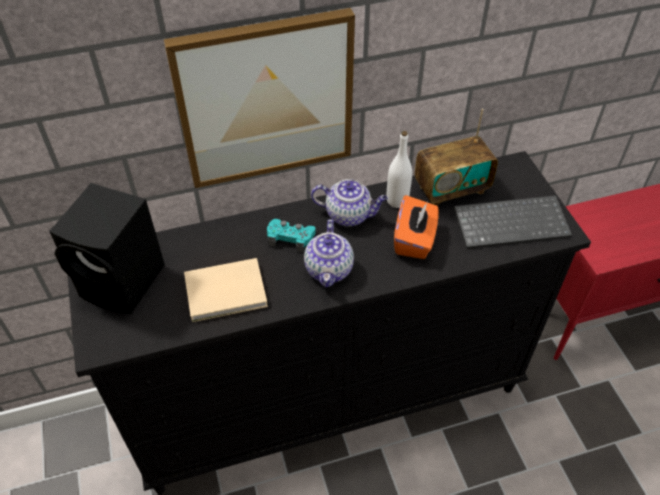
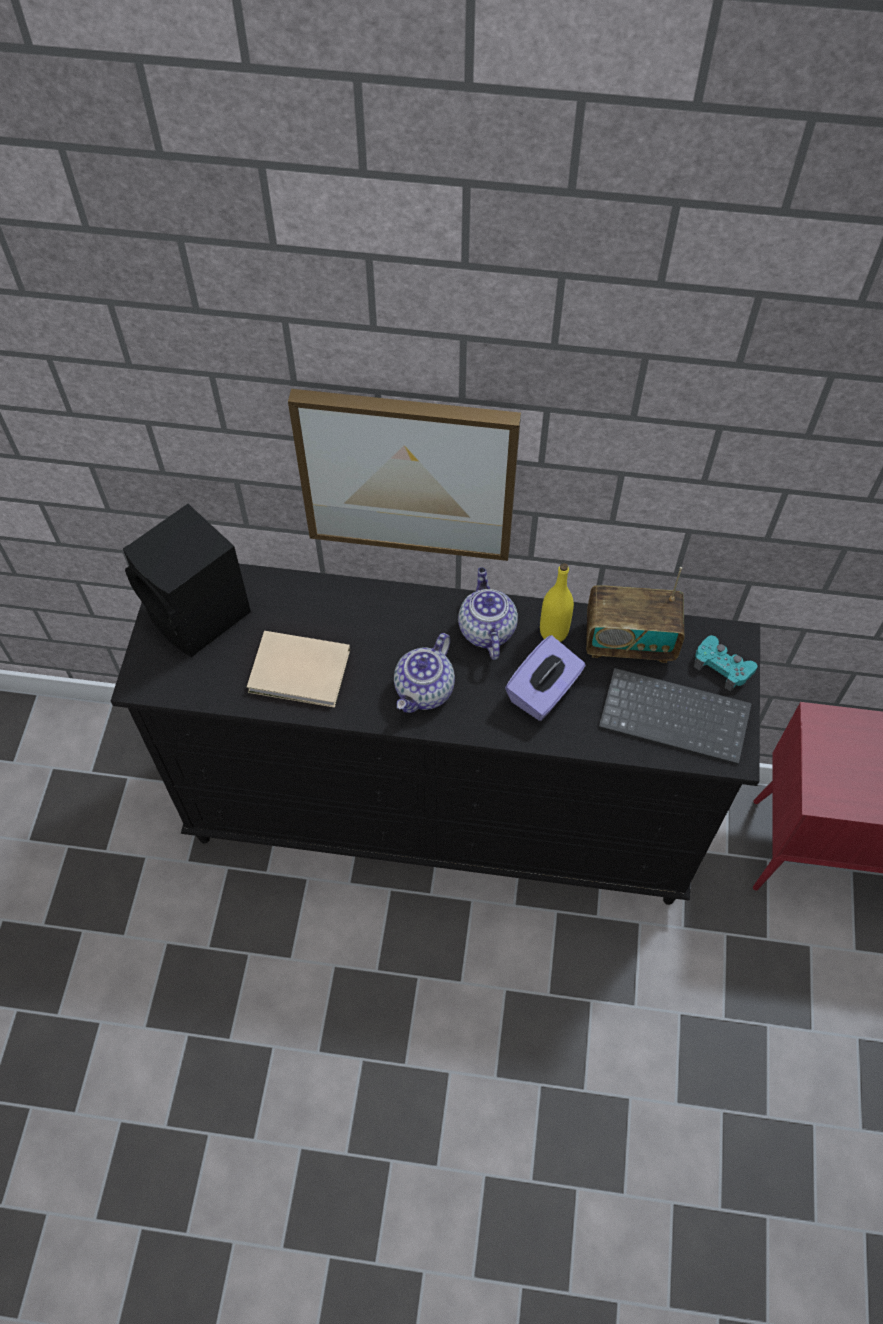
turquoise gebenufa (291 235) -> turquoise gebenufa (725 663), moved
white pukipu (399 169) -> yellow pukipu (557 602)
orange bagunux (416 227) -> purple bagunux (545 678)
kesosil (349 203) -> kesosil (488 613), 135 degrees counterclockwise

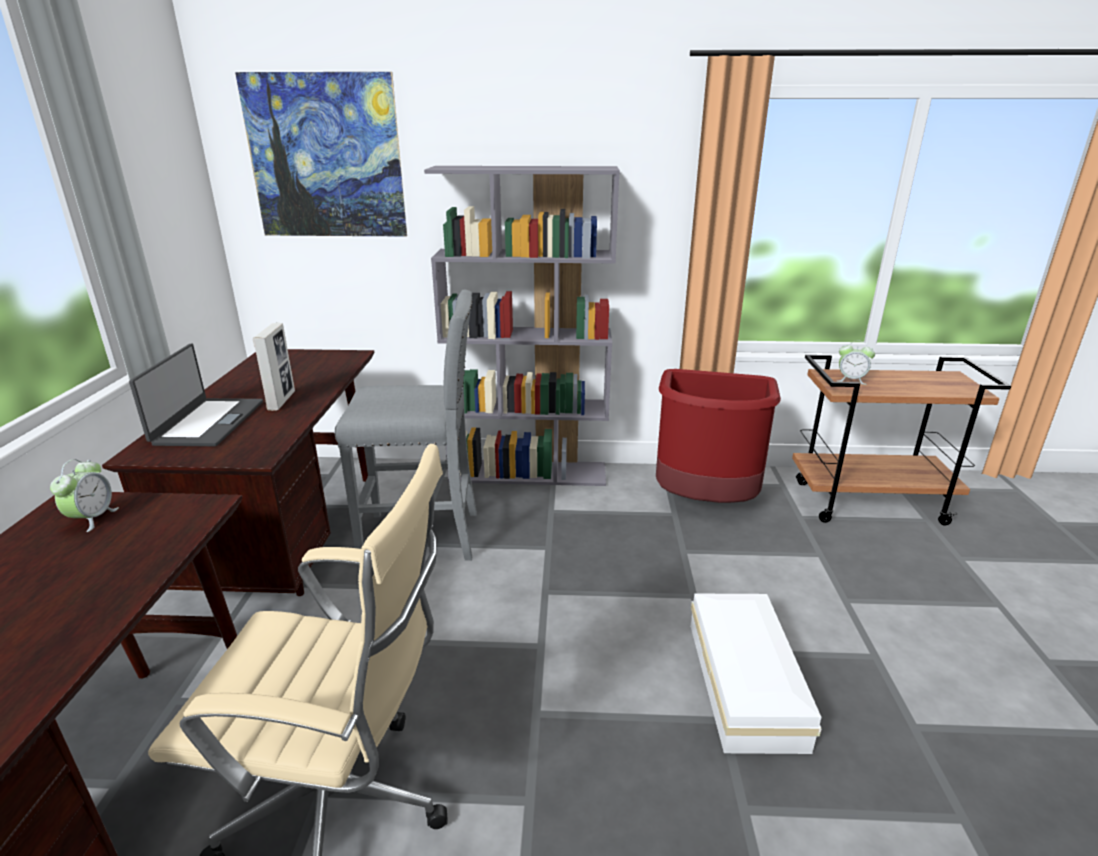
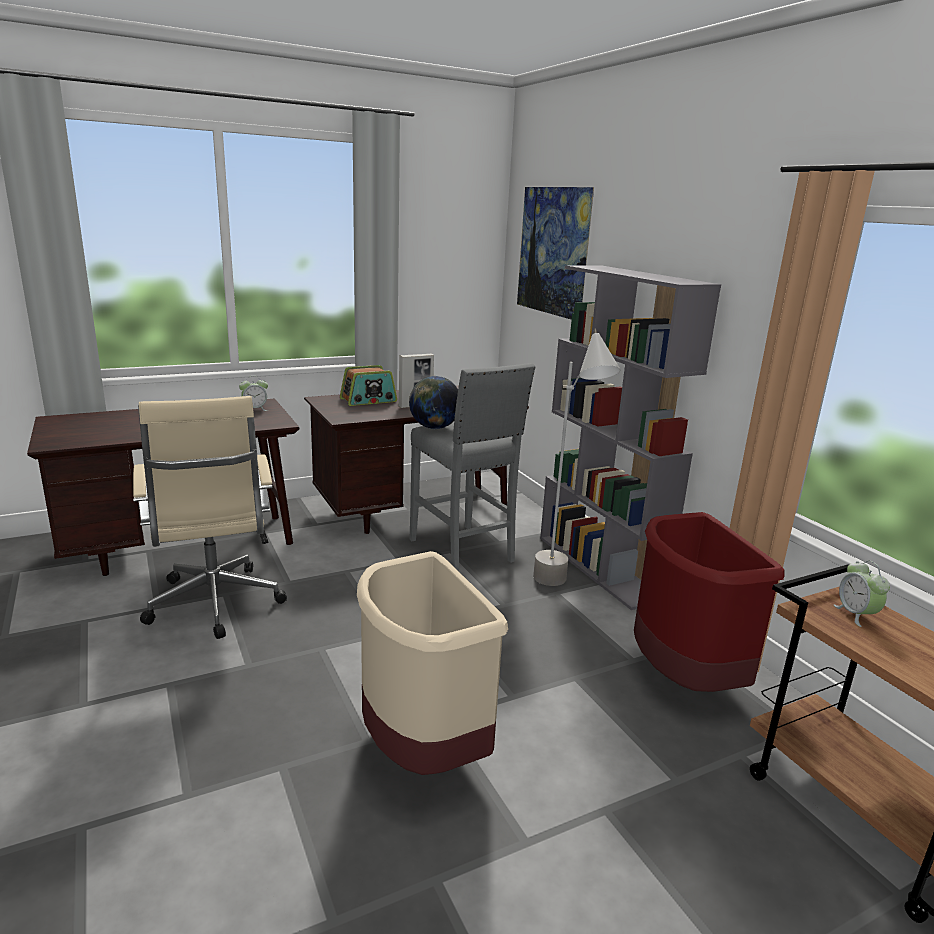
none -> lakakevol (433 402)
none -> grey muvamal (576 457)
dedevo (196 395) -> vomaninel (368 385)
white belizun (756 674) -> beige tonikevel (432 663)

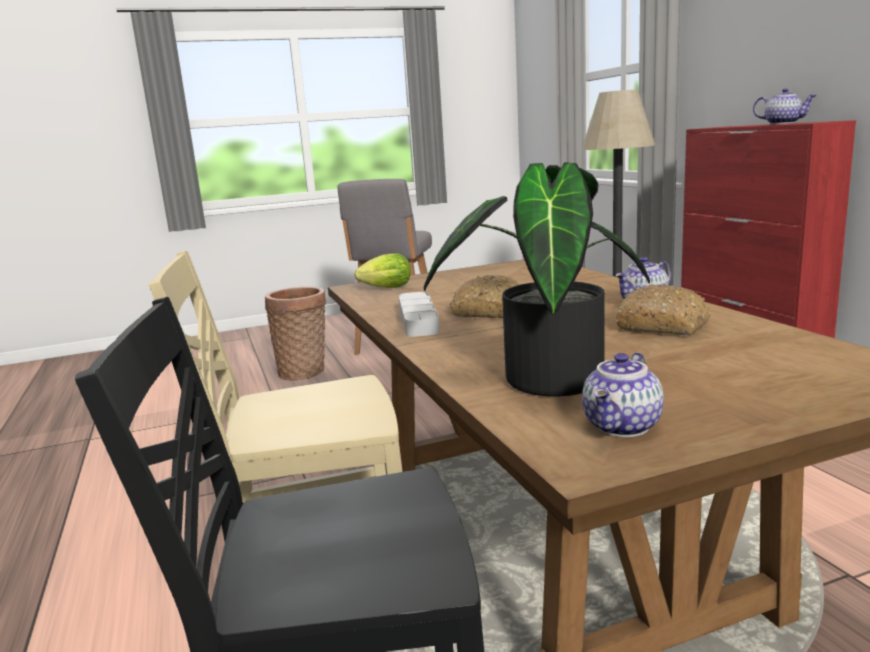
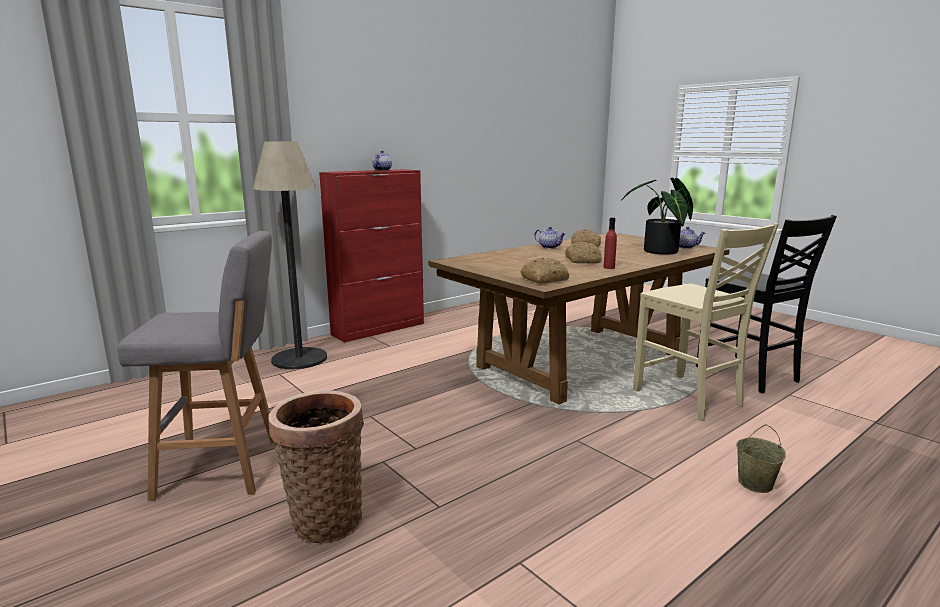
none -> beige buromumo (761 458)
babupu (383 270) -> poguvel (545 271)
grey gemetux (419 314) -> red pukipu (610 243)

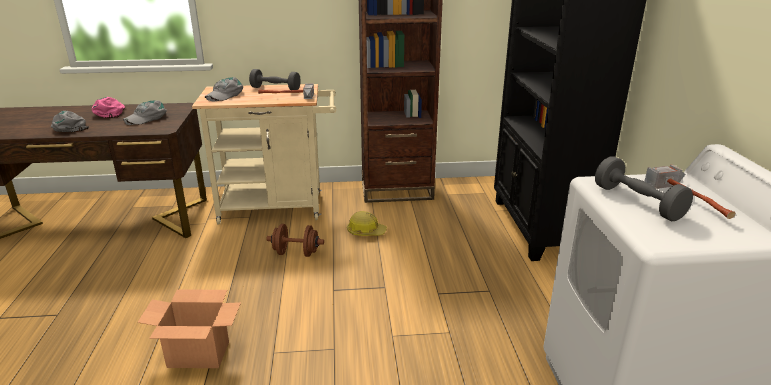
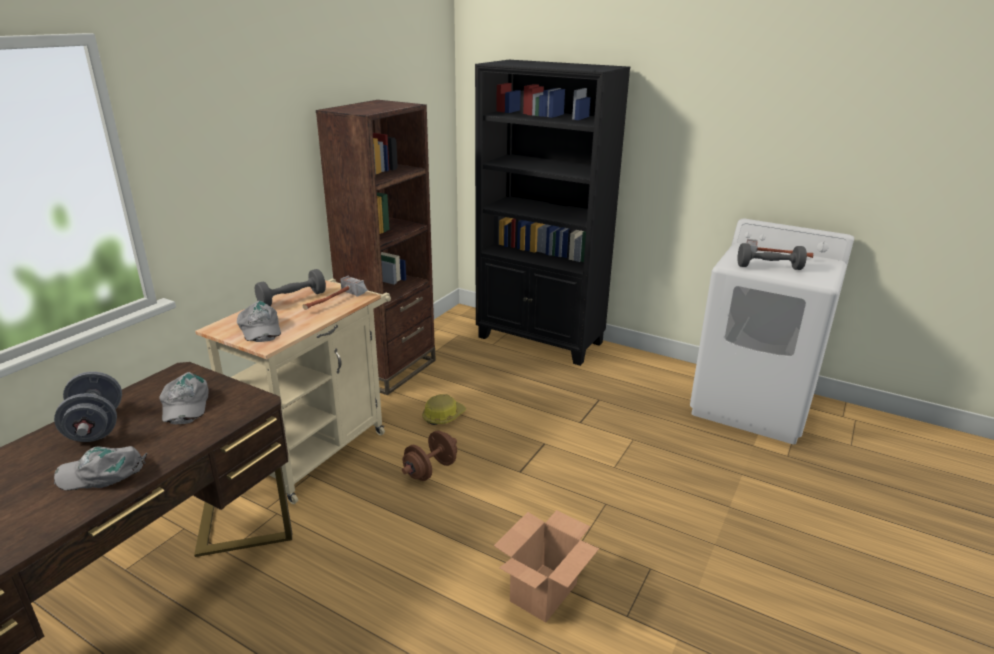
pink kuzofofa (108 107) -> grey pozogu (88 406)

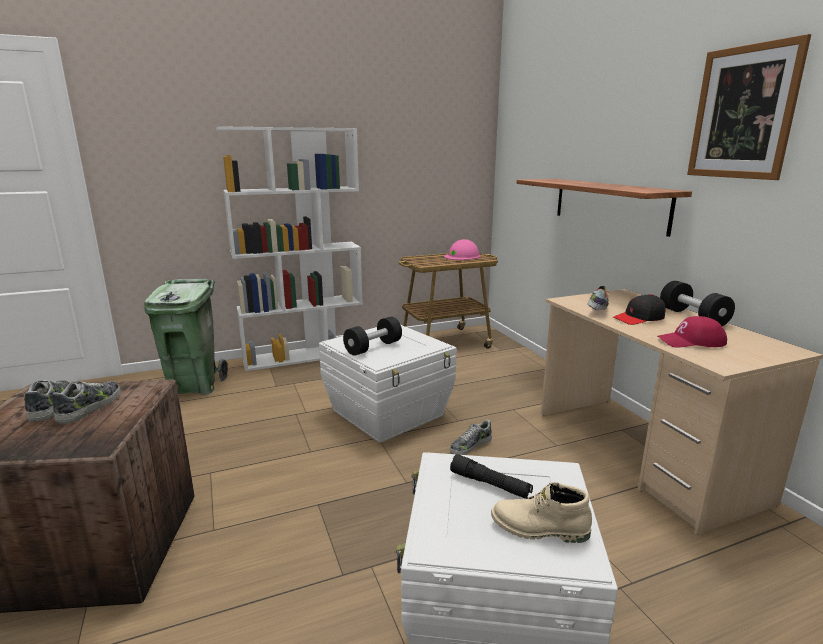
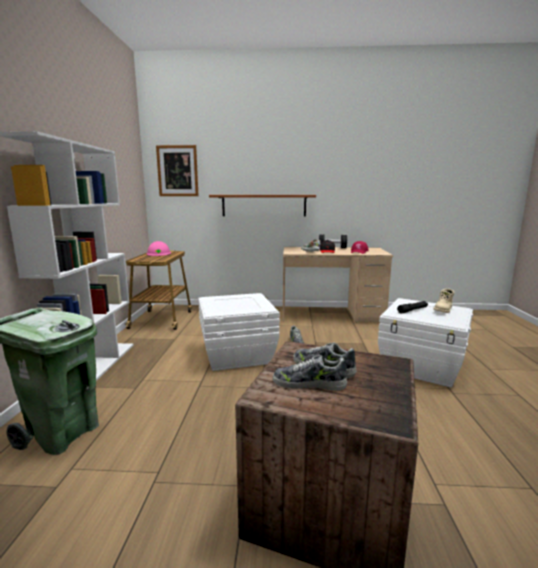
black pozogu (372 336) -> none
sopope (749 107) -> sopope (177 170), moved

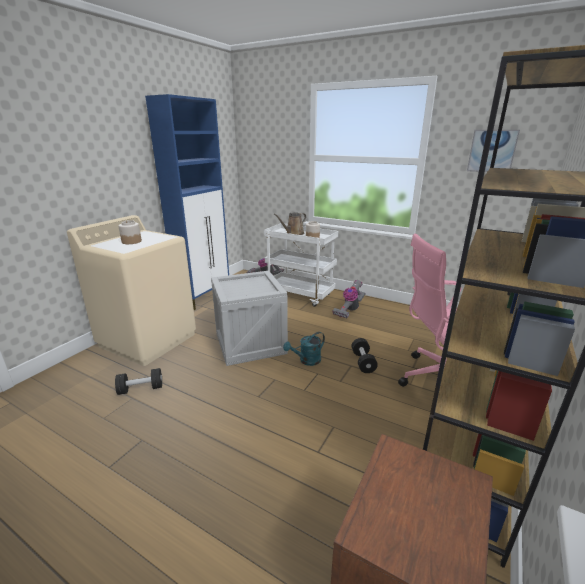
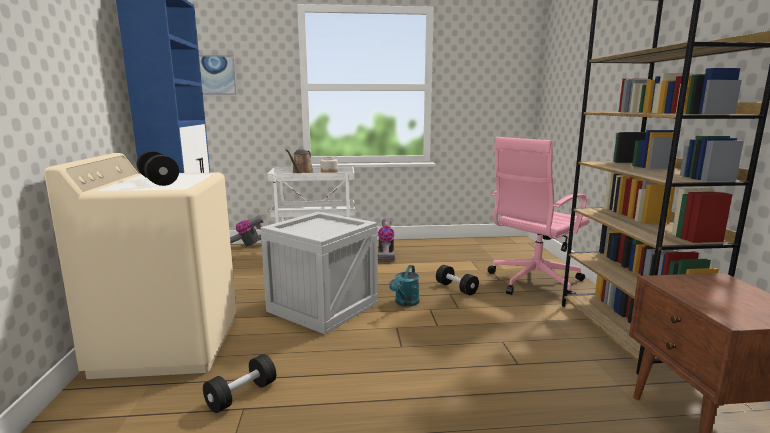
sopope (493 151) -> sopope (218 75), moved
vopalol (130 232) -> black pozogu (157 168)

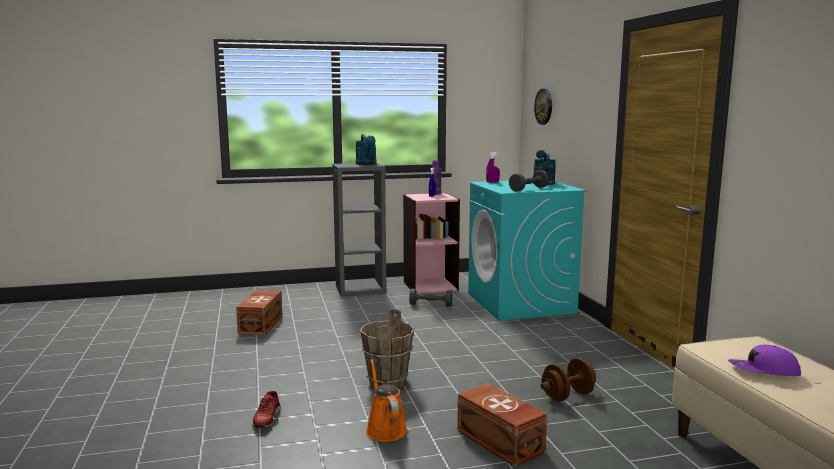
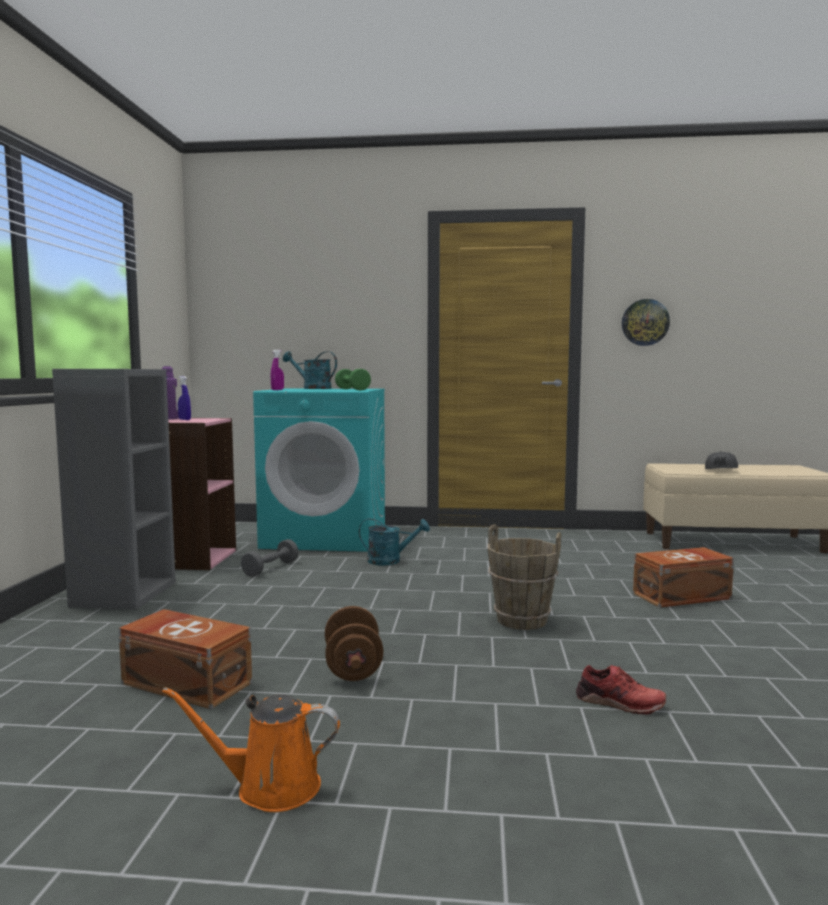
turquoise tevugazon (366 149) -> turquoise tevugazon (394 542), moved
orange tevugazon (386 400) -> orange tevugazon (251 749), moved
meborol (543 107) -> meborol (646 322), moved
brown pozogu (568 379) -> brown pozogu (354 643), moved
grey pozogu (529 180) -> green pozogu (353 379)
purple kuzofofa (764 360) -> grey kuzofofa (721 460)

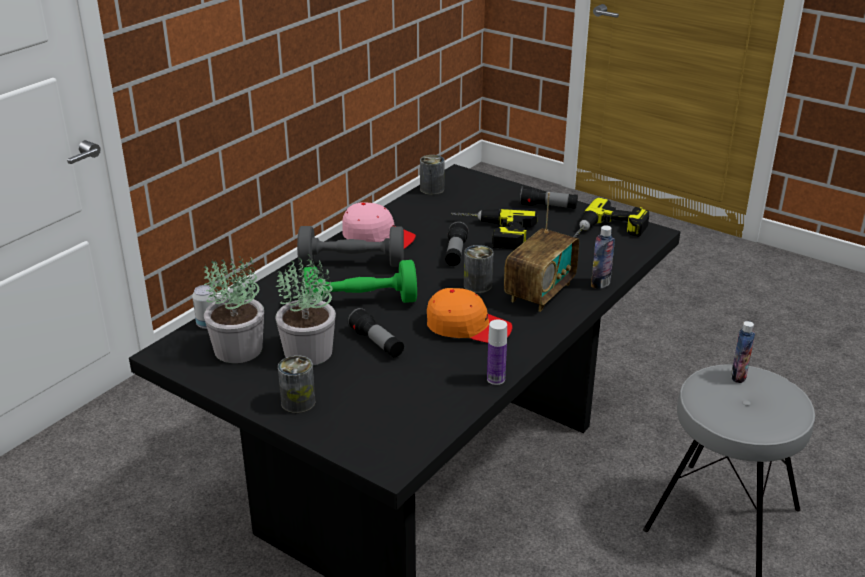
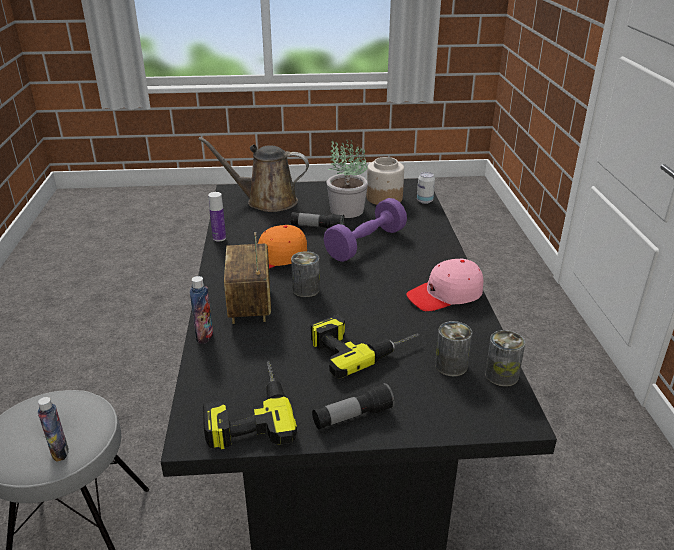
grey pozogu (350 246) -> none
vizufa (457 243) -> none
none -> brown tevugazon (253 174)
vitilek (296 384) -> vitilek (453 348), moved
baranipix (234 309) -> vopalol (385 181)
green pozogu (360 281) -> purple pozogu (365 230)

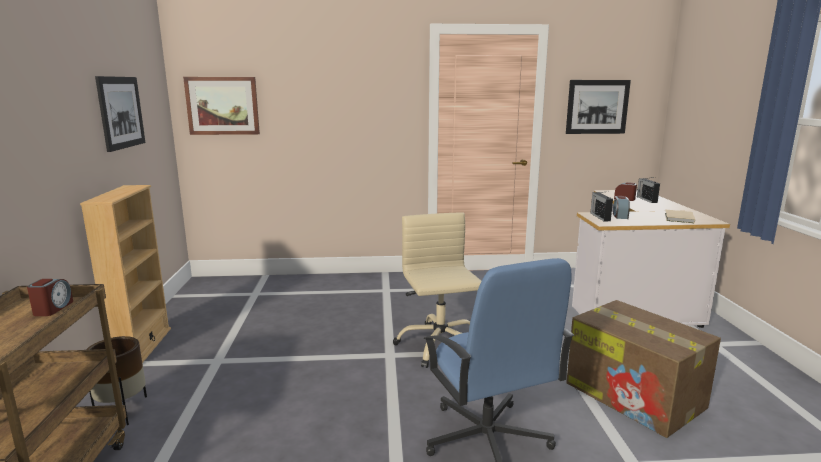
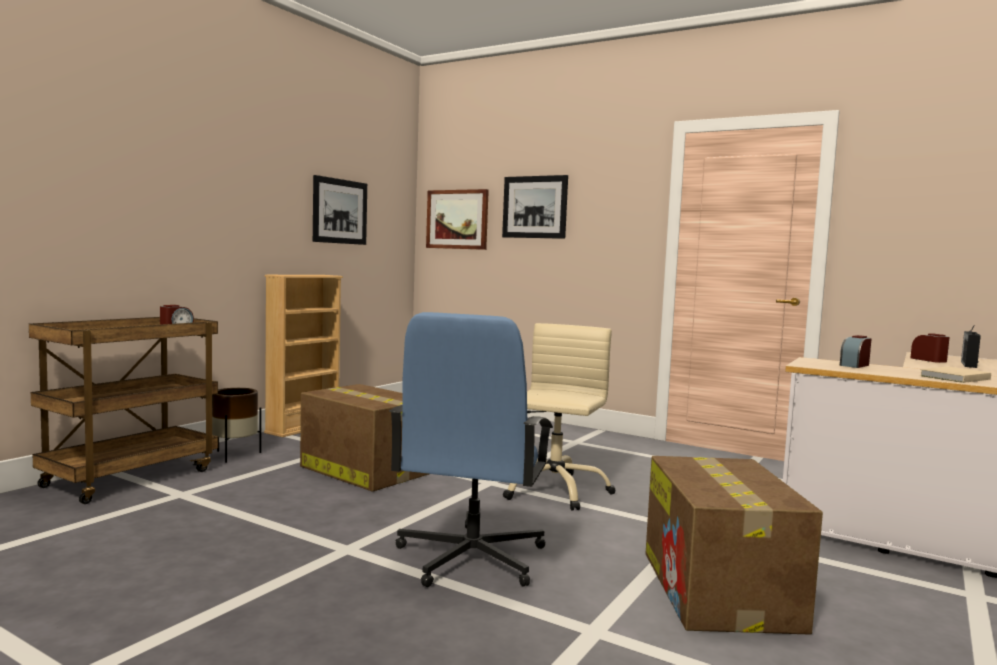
vomaninel (602 206) -> none
none -> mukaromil (364 438)
sopope (598 107) -> sopope (535 207), moved

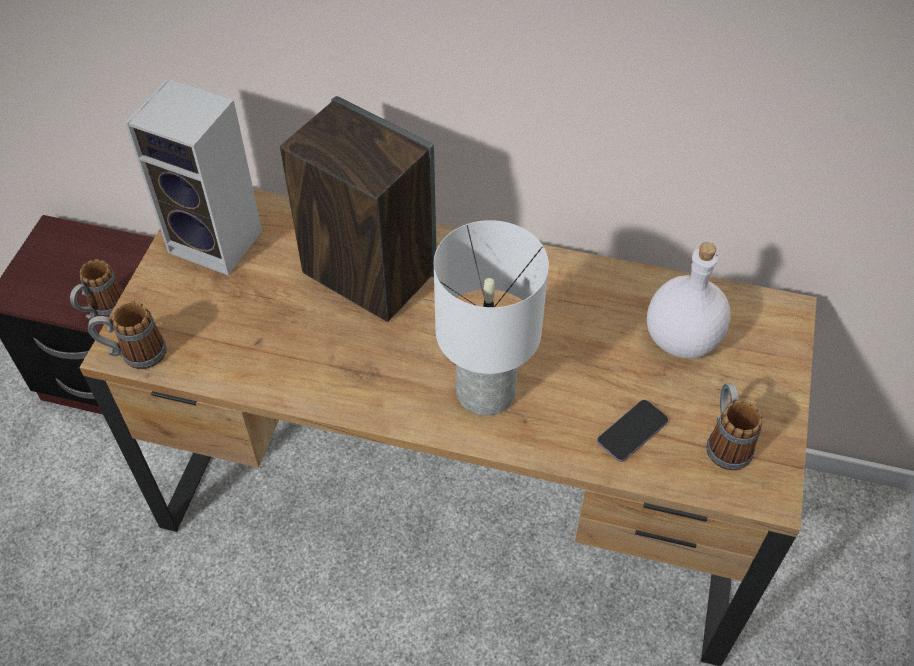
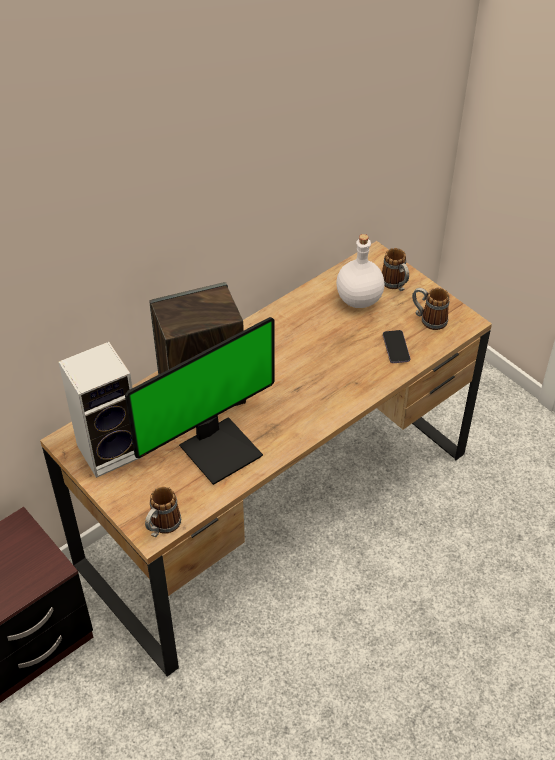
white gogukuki (491 317) -> none
none -> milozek (200 401)
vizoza (96 289) -> vizoza (395 269), moved

